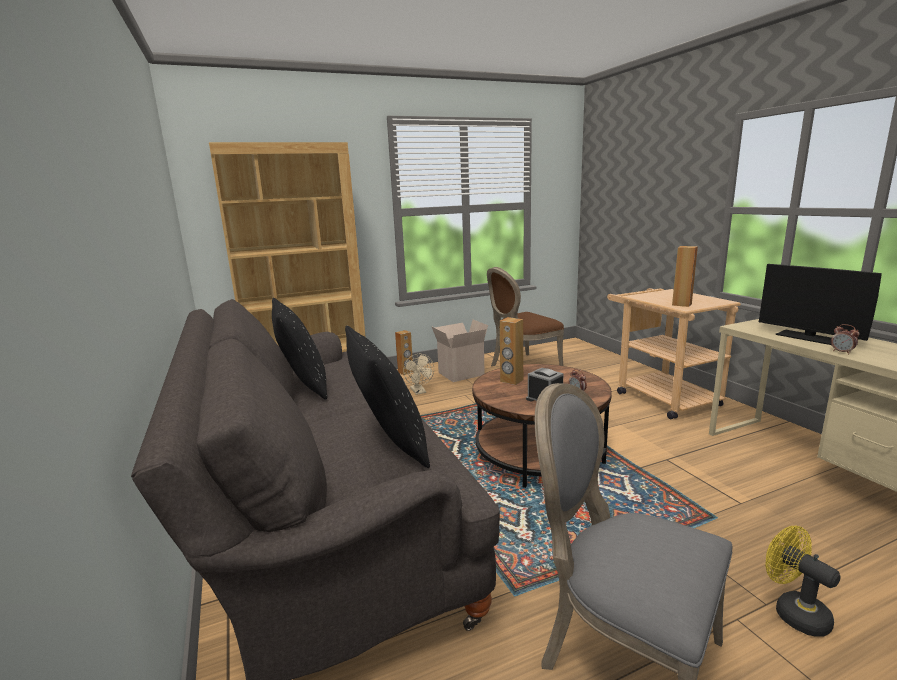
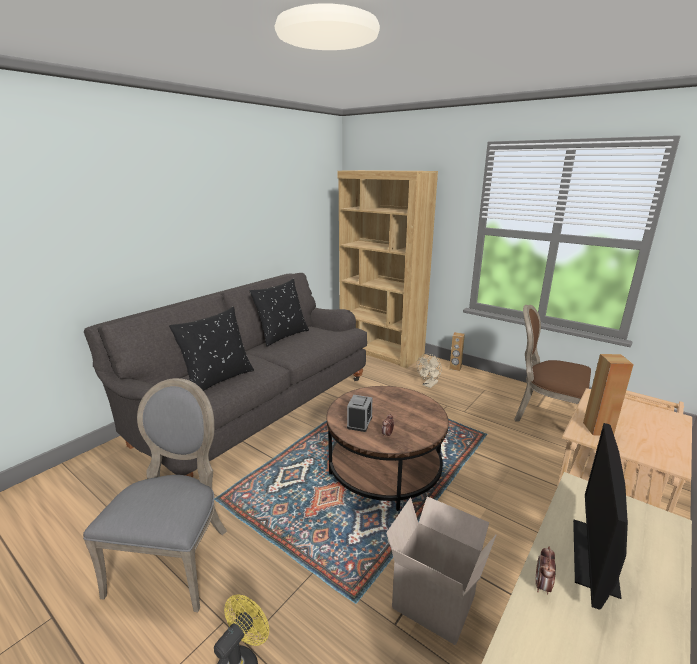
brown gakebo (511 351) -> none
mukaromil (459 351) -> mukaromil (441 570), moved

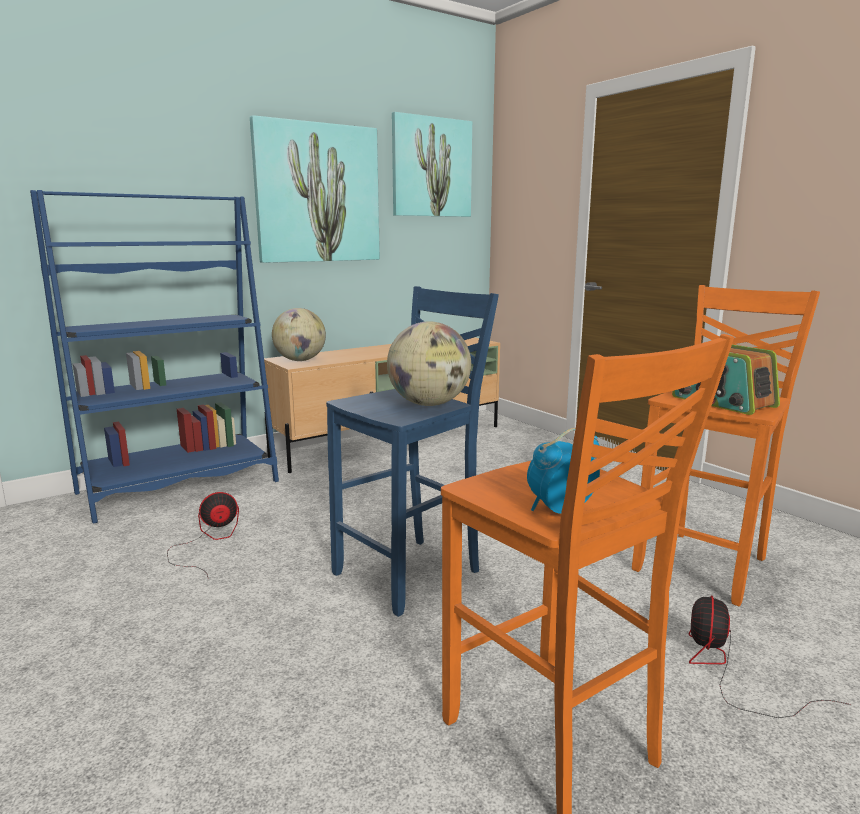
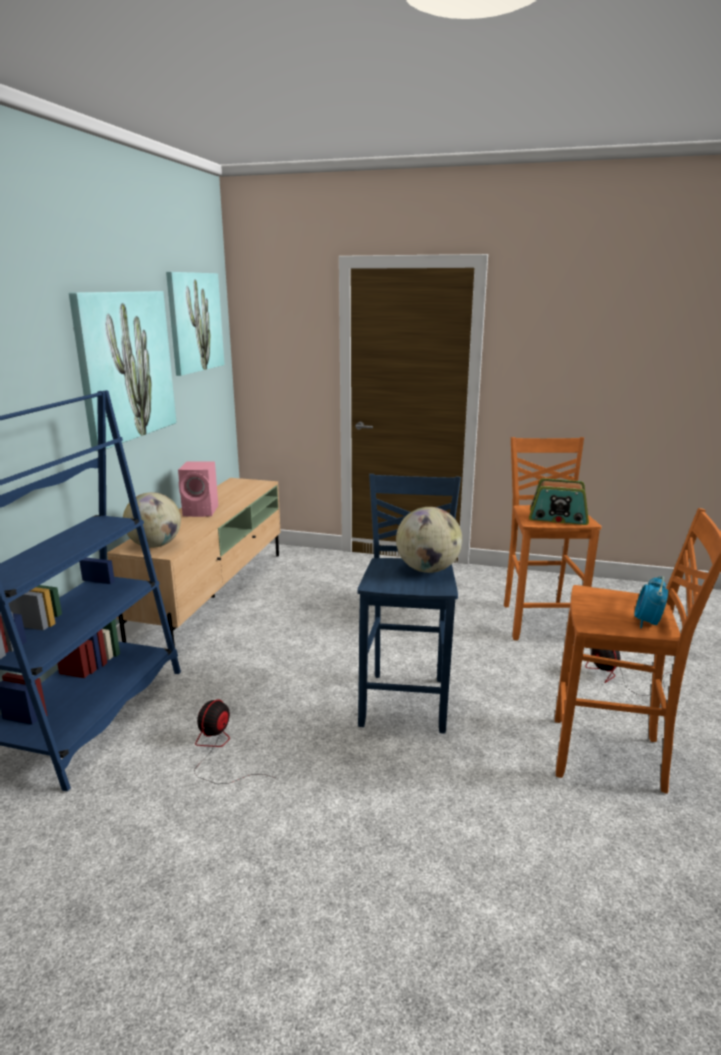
none -> pink gakebo (198 489)

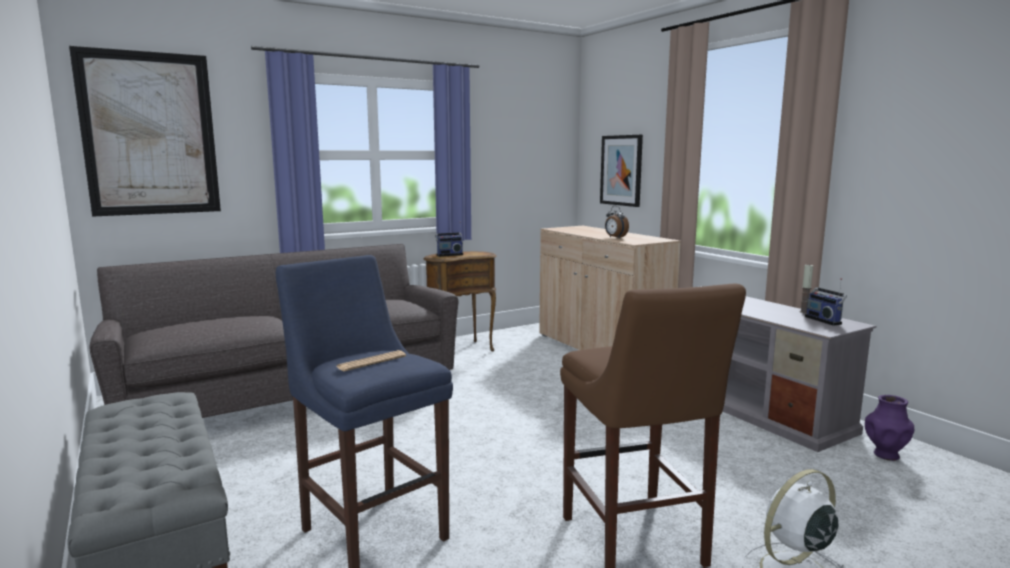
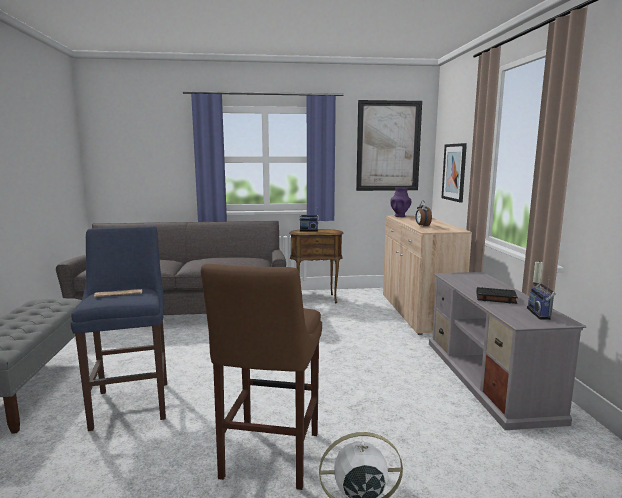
none -> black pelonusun (497 295)
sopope (145 131) -> sopope (389 145), moved
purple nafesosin (889 428) -> purple nafesosin (400 202), moved

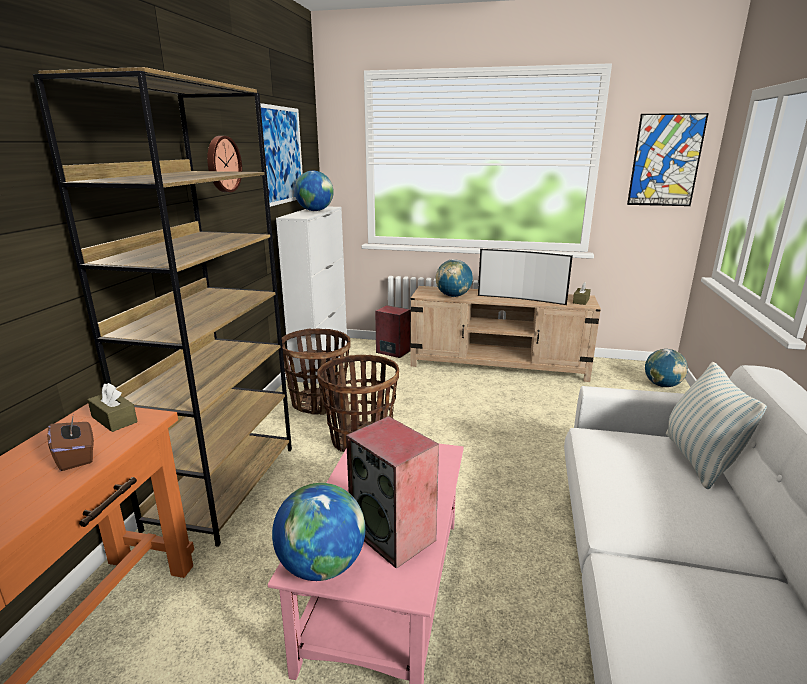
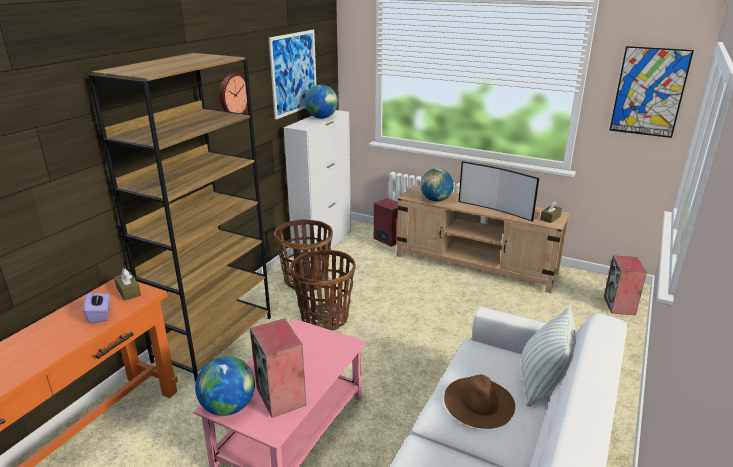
none -> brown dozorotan (479 401)
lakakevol (666 368) -> gakebo (625 285)
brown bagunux (71 442) -> purple bagunux (96 306)

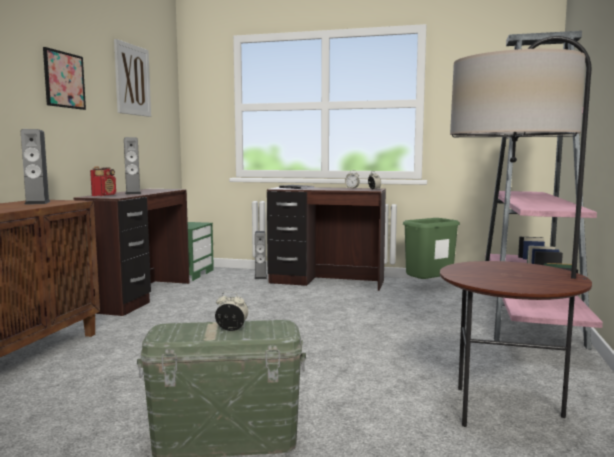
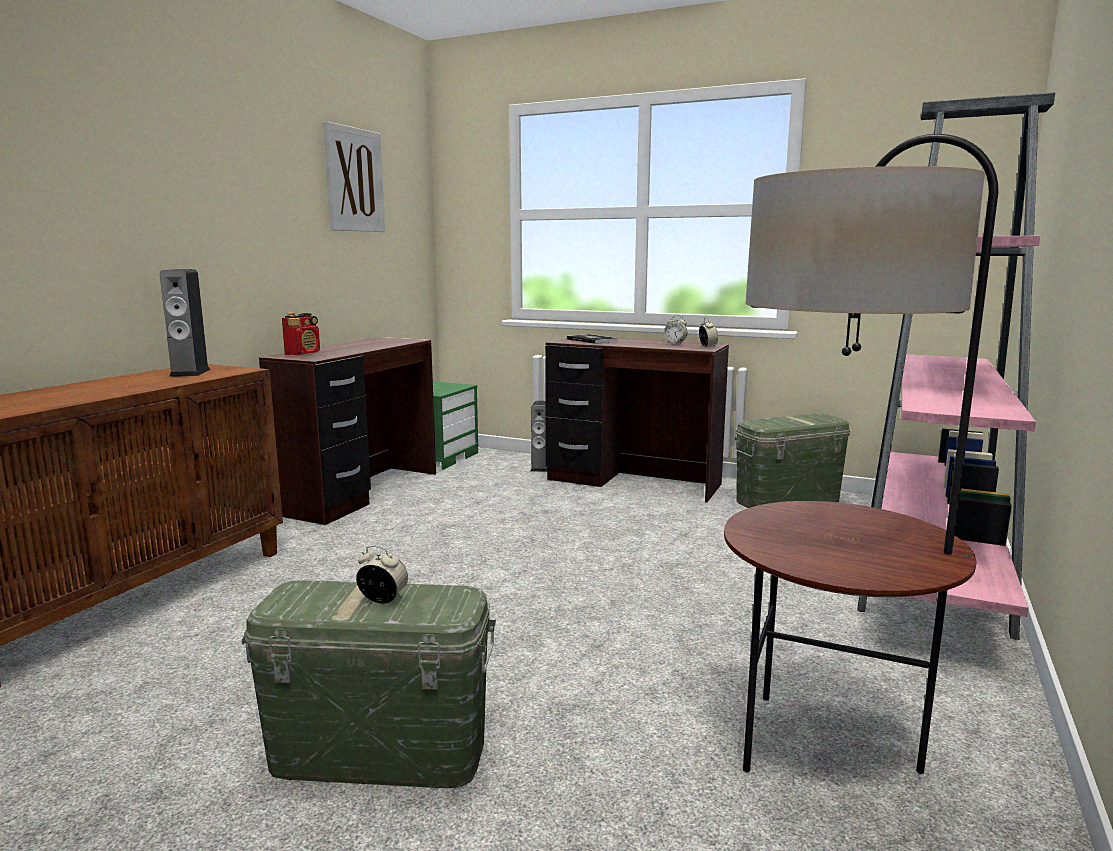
sopope (64 78) -> none
gakebo (132 165) -> none
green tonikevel (431 248) -> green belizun (792 461)

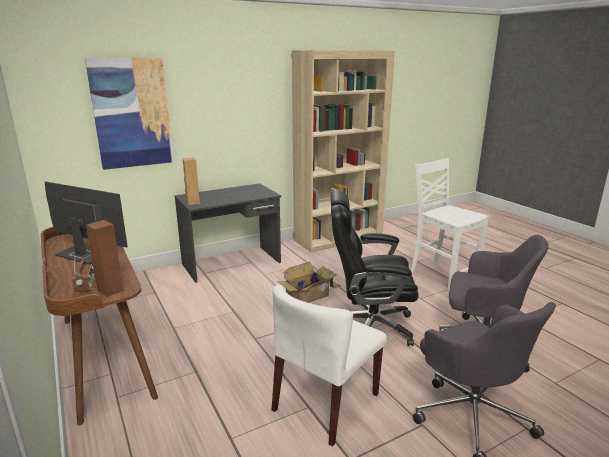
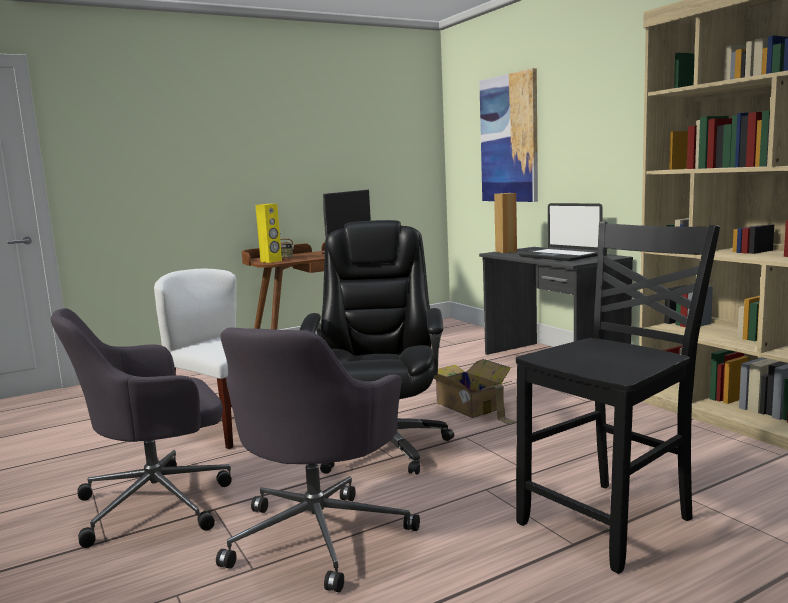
none -> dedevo (560 232)
brown gakebo (105 258) -> yellow gakebo (268 233)
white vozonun (450 225) -> black vozonun (618 398)

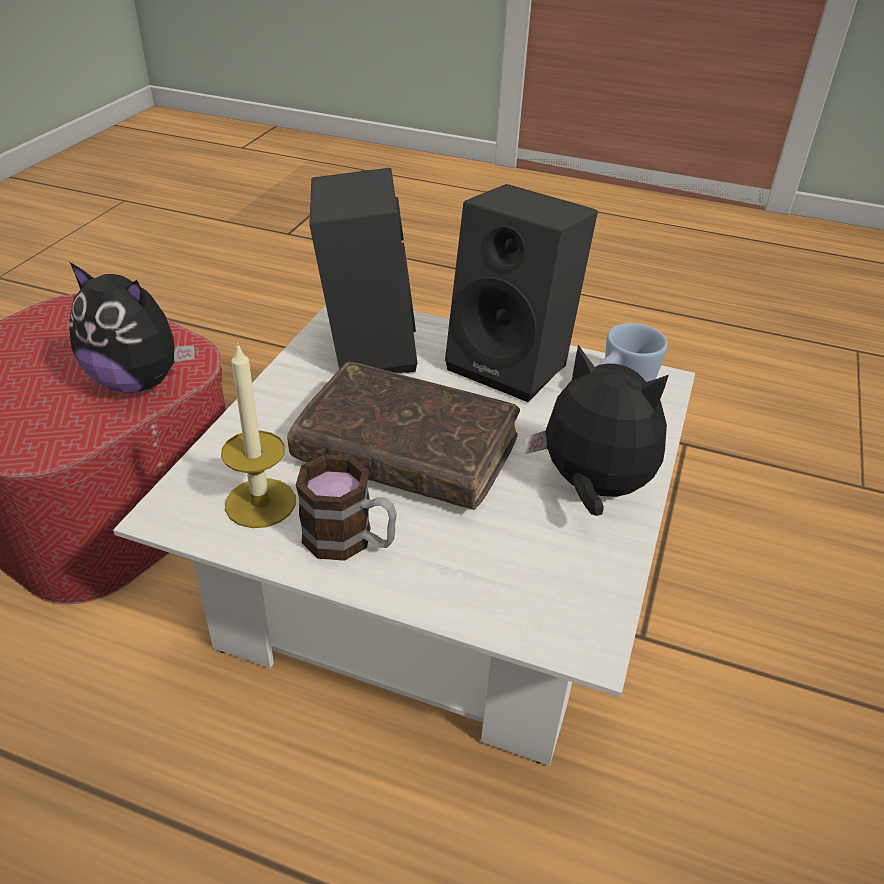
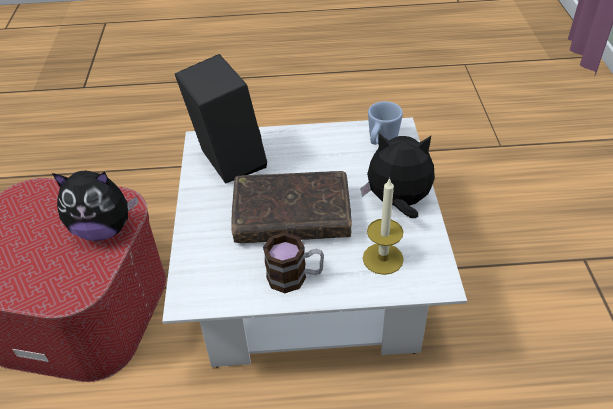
black gakebo (521 293) -> none
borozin (258 435) -> borozin (383 226), moved

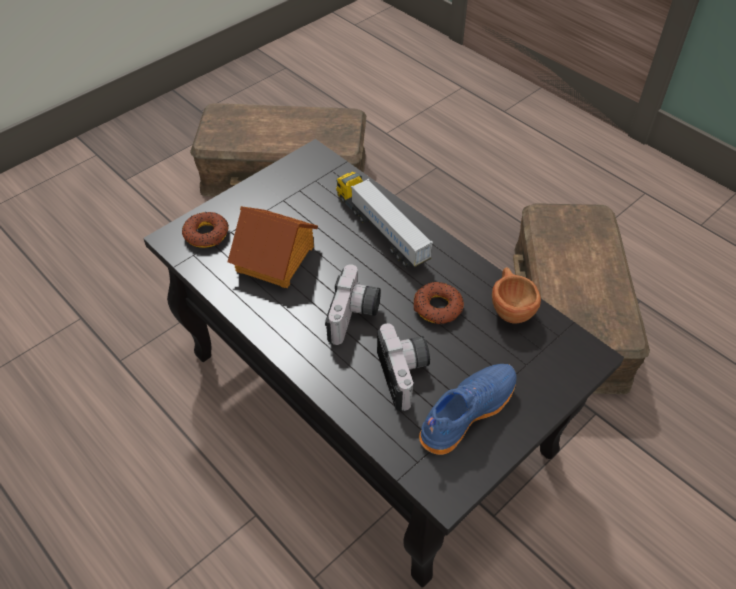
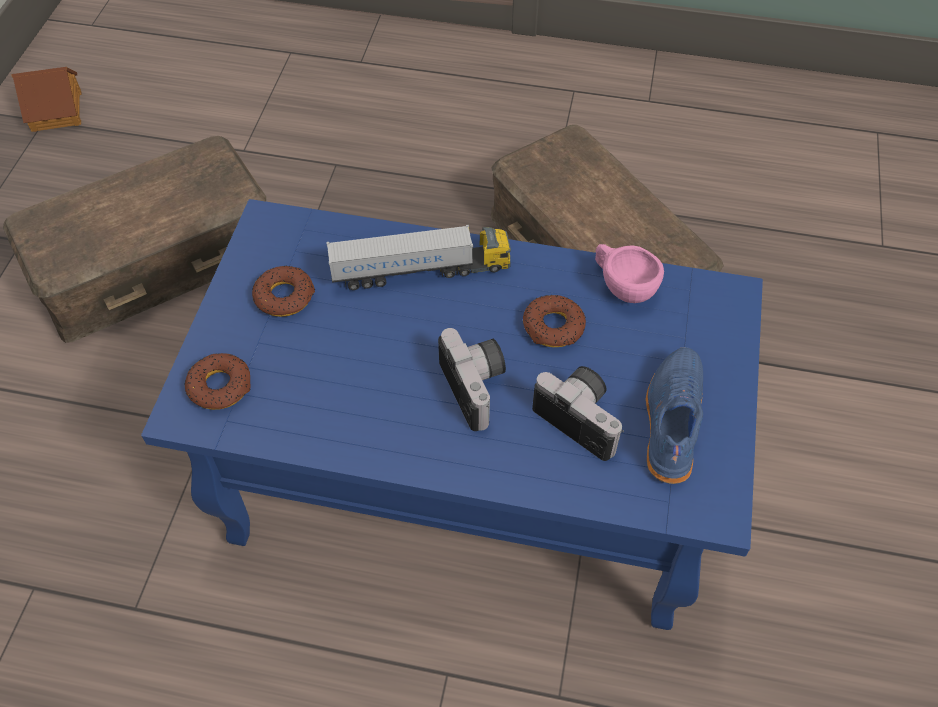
none -> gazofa (283 291)
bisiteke (273 247) -> bisiteke (46 99), moved
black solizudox (383 363) -> blue solizudox (452 414)
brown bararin (516 295) -> pink bararin (629 273)
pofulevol (384 220) -> pofulevol (418 257), 150 degrees clockwise

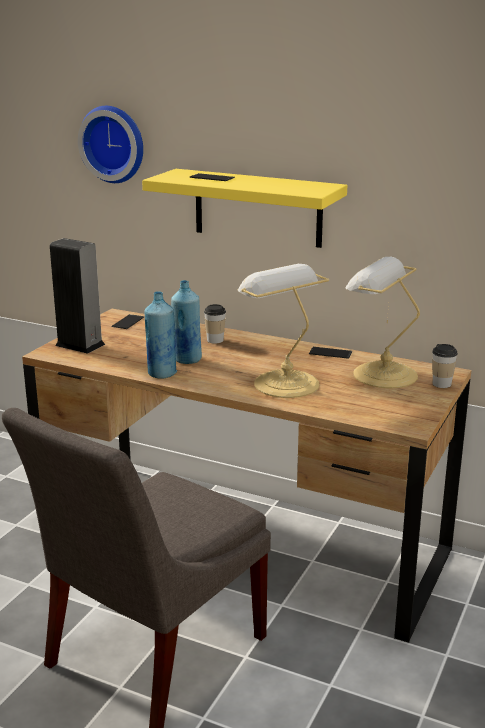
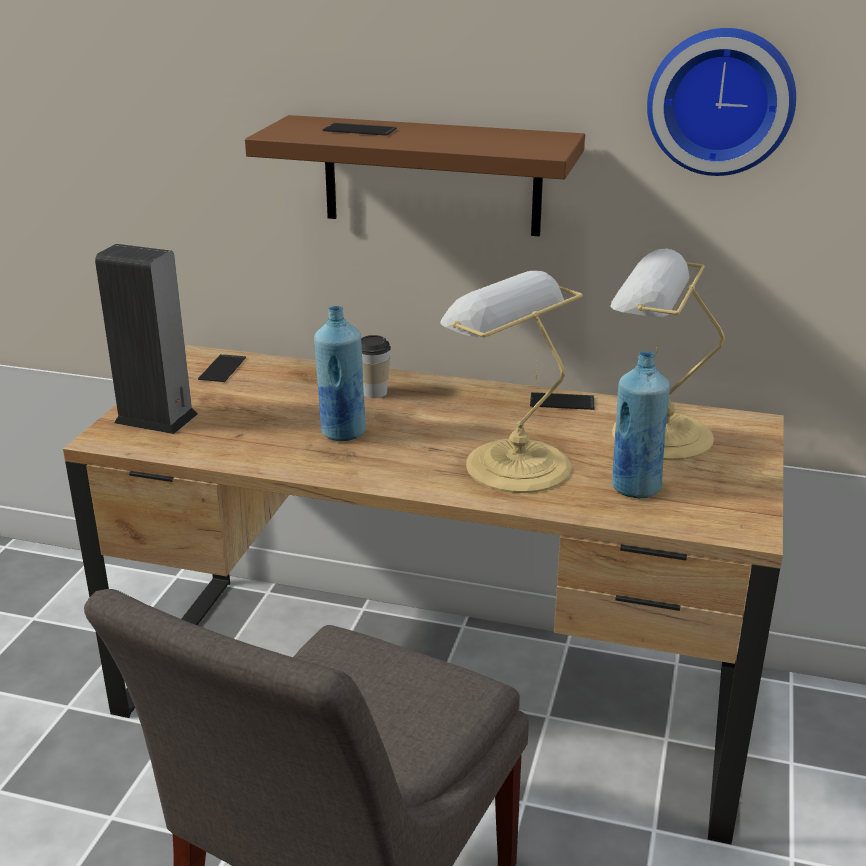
bararin (445 366) -> none
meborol (110 144) -> meborol (721 102), moved
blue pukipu (160 335) -> blue pukipu (641 424), moved
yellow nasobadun (244 208) -> brown nasobadun (415 176)

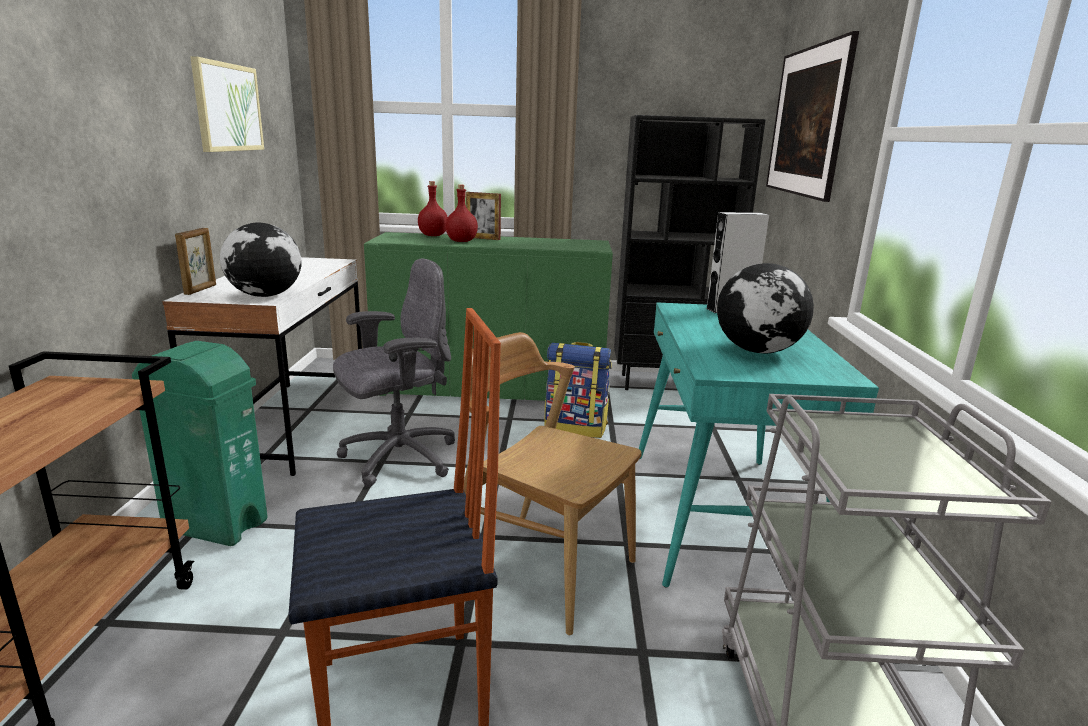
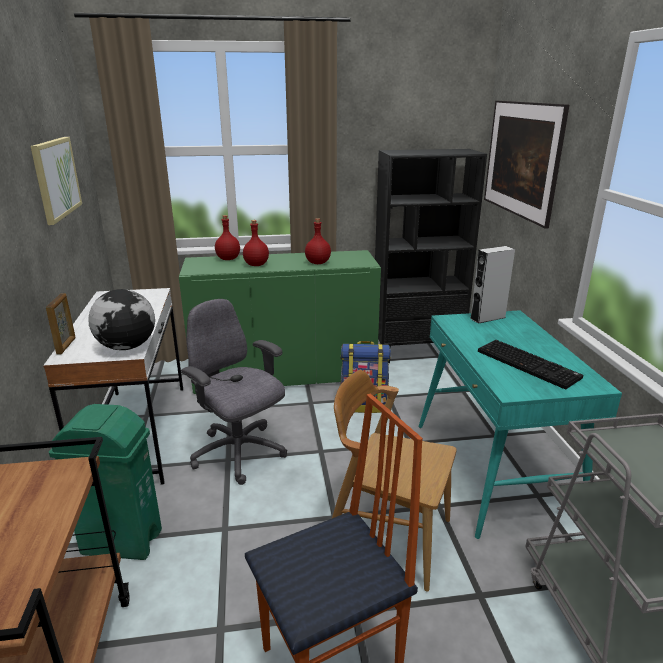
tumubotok (483 216) -> none
none -> red pukipu (318 241)
lakakevol (765 308) -> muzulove (530 364)
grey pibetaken (394 373) -> grey pibetaken (234 392), 90 degrees counterclockwise

